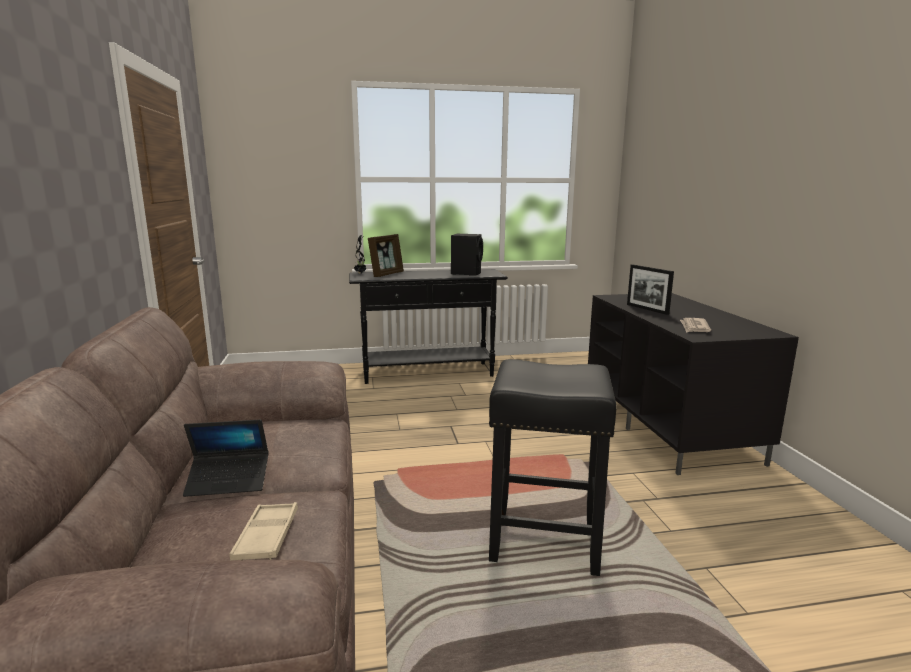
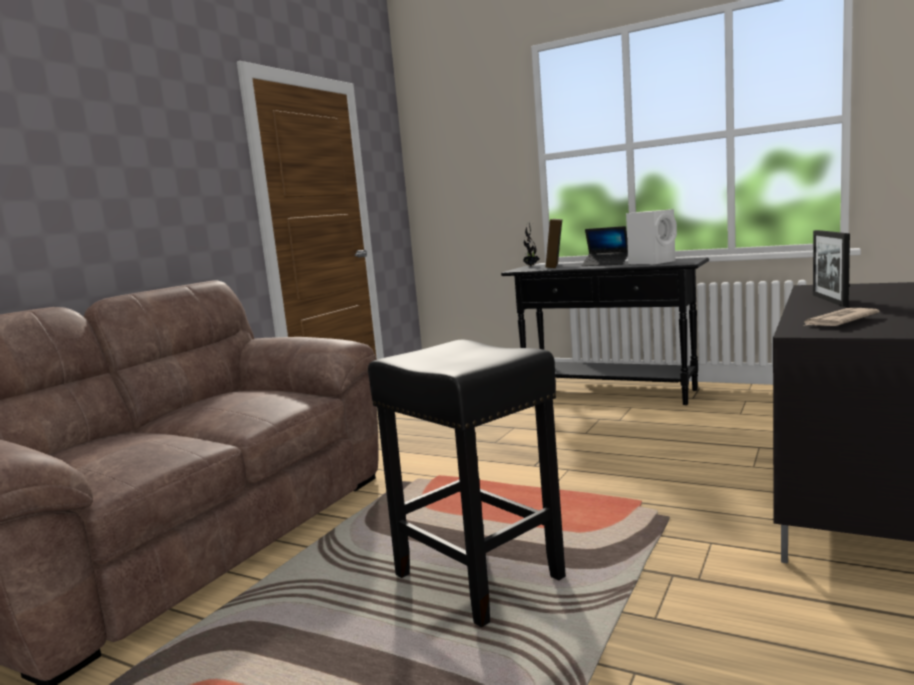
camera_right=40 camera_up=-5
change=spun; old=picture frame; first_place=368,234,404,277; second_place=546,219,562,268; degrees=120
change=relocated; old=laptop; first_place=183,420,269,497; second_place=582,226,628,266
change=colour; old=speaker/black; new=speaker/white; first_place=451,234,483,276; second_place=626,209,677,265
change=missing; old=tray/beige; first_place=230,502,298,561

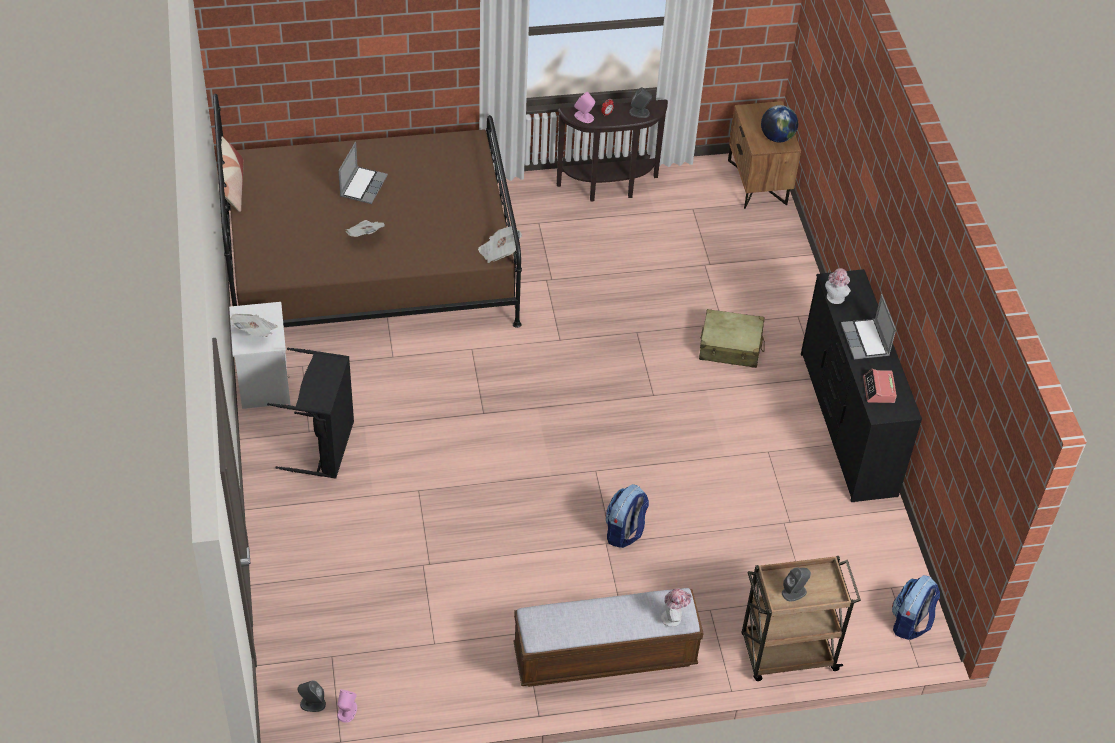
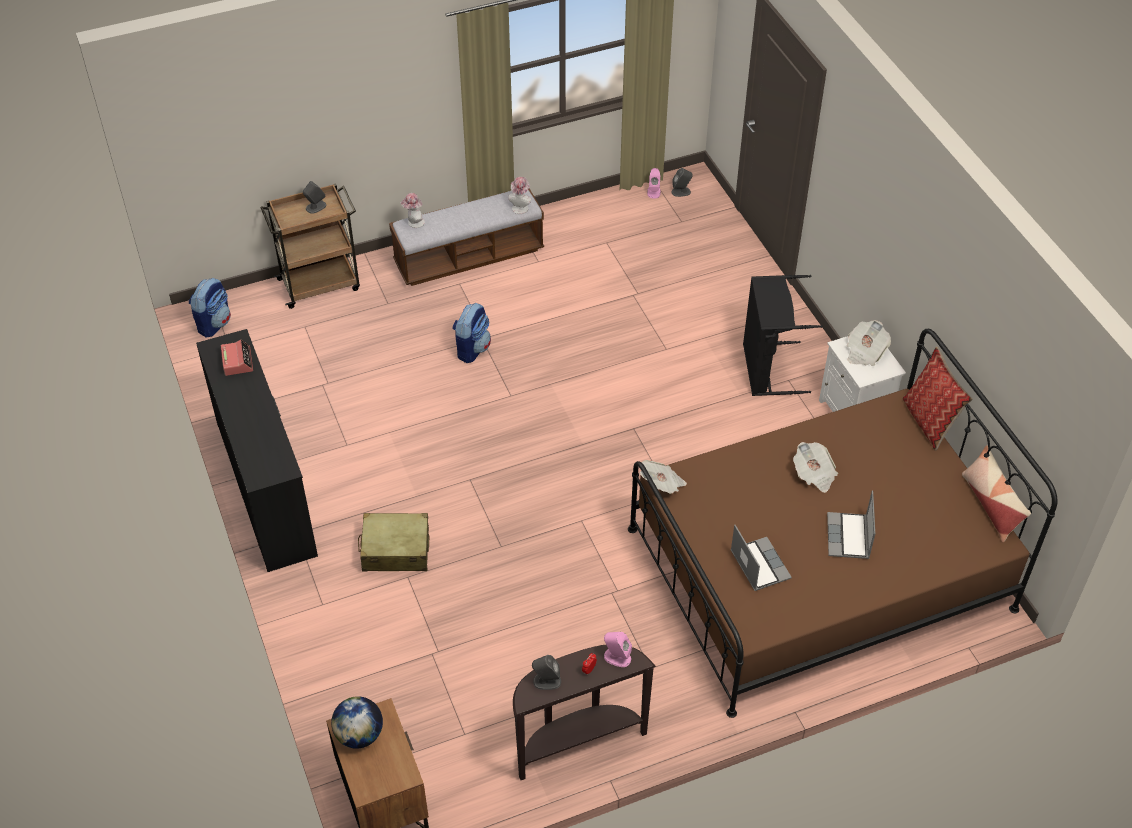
camera_right=170 camera_up=0
change=relocated; old=hat; first_place=825,268,851,304; second_place=508,177,532,214
change=relocated; old=laptop; first_place=841,294,896,359; second_place=731,525,792,591
change=appeared; new=pillow; second_place=902,347,973,451

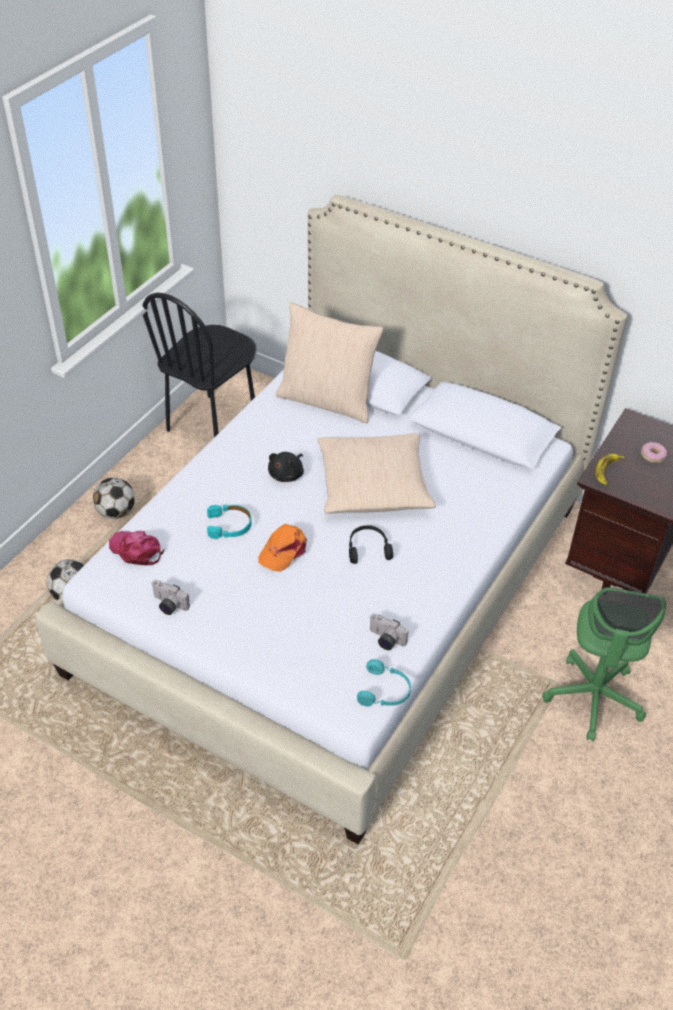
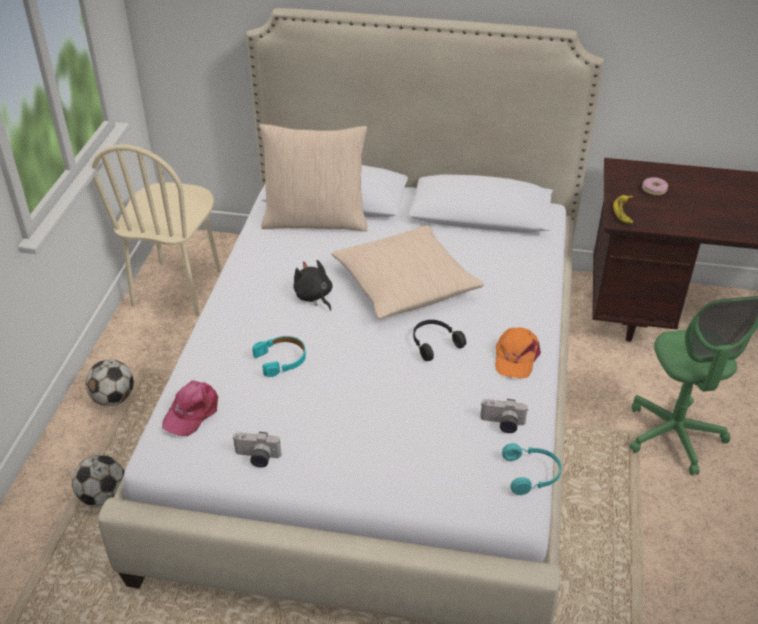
camera_right=-20 camera_up=-5
change=colour; old=chair/black; new=chair/beige; first_place=142,293,257,437; second_place=92,144,221,316
change=spun; old=cap/pink; first_place=109,531,165,565; second_place=162,380,218,436; degrees=-75
change=spun; old=plush toy/black; first_place=268,452,304,482; second_place=293,260,332,311; degrees=135
change=relocated; old=cap/orange; first_place=258,524,307,572; second_place=495,328,541,378

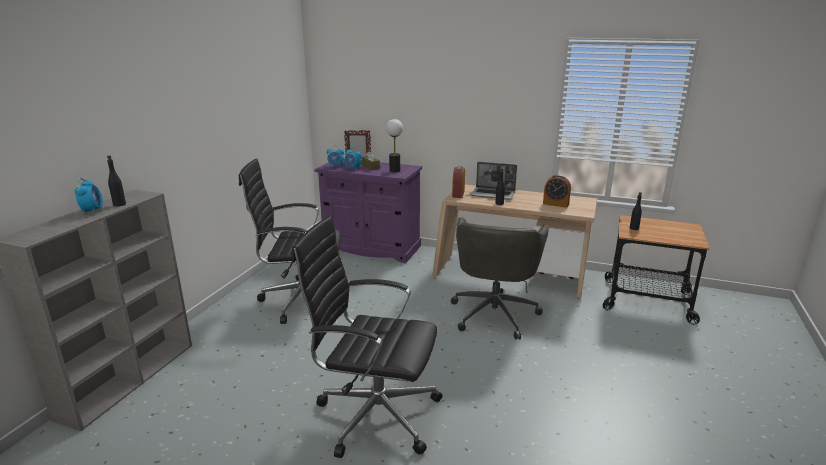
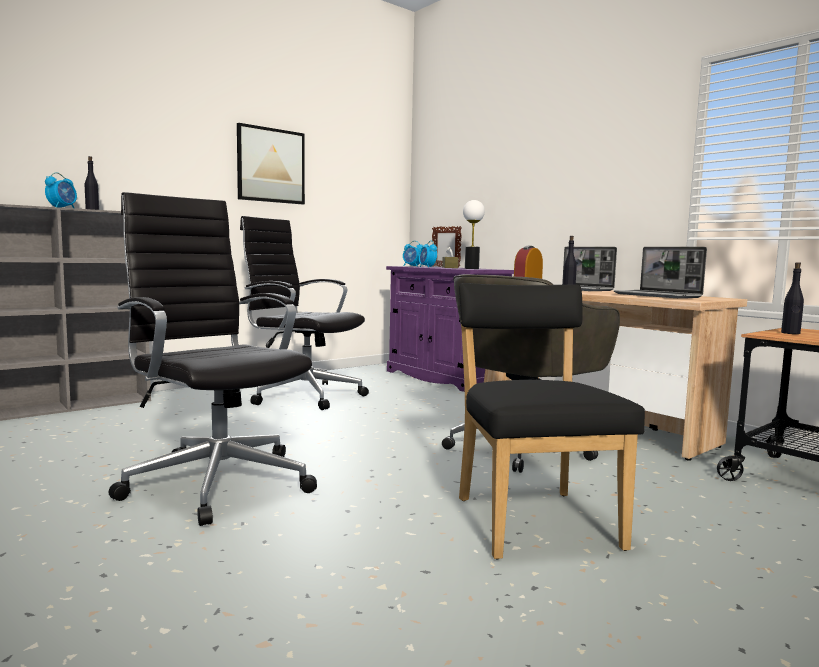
camera_right=30 camera_up=-15
change=appeared; new=picture; second_place=237,123,305,204
change=appeared; new=chair/black; second_place=459,283,645,560
change=exchanged; old=alarm clock; new=laptop; first_place=543,174,571,207; second_place=614,247,707,298

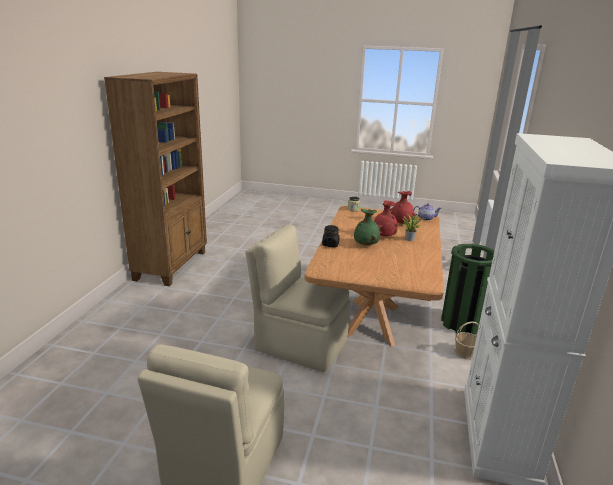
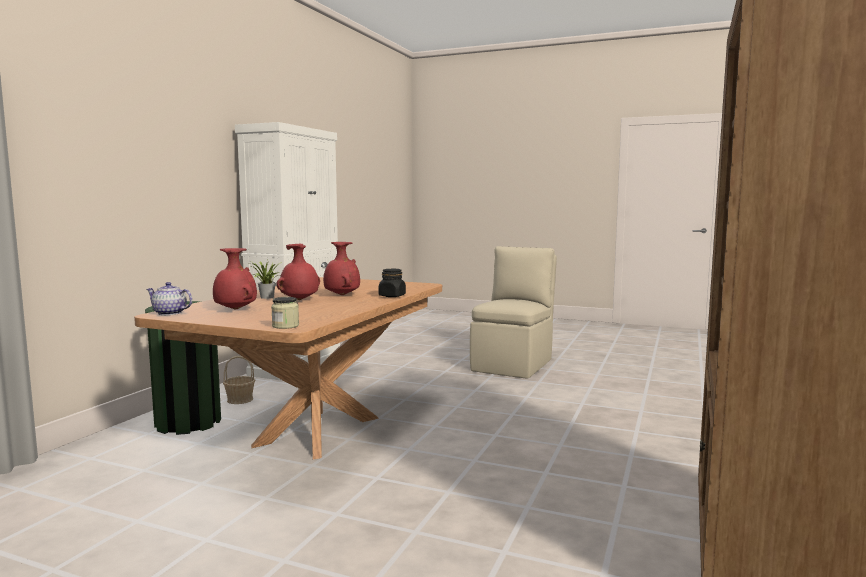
camera_right=-170 camera_up=-15
change=colour; old=vase/green; new=vase/red; first_place=354,209,380,245; second_place=323,242,360,295
change=missing; old=chair/beige; first_place=245,225,350,372

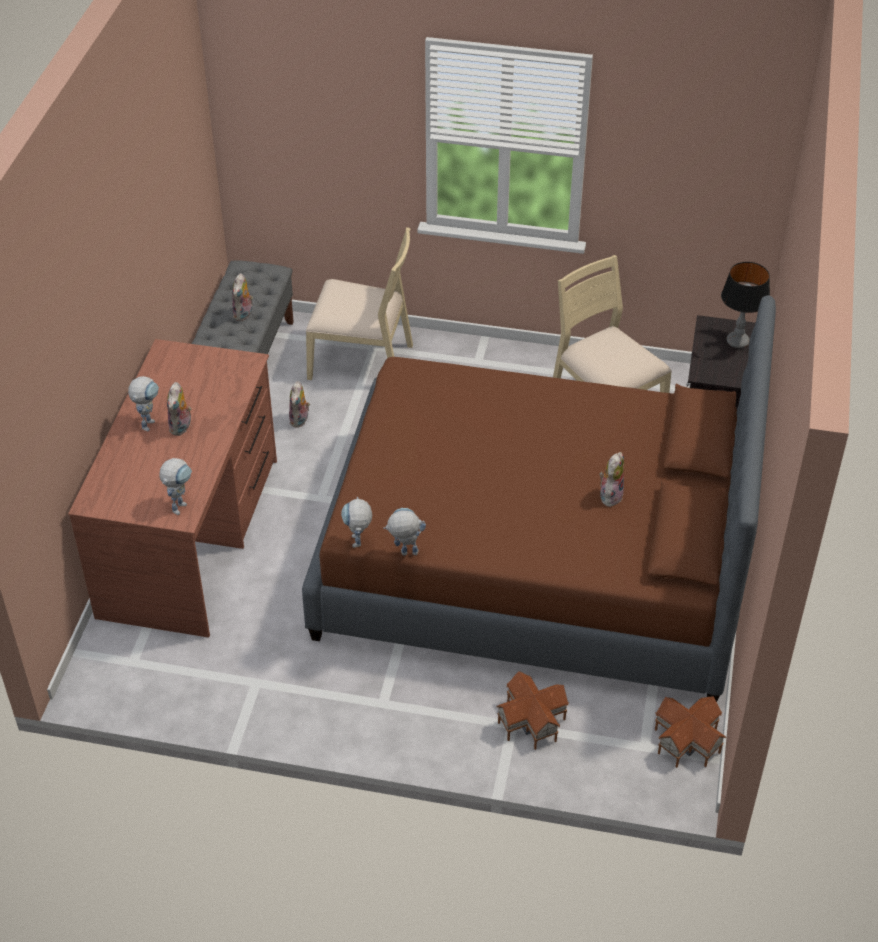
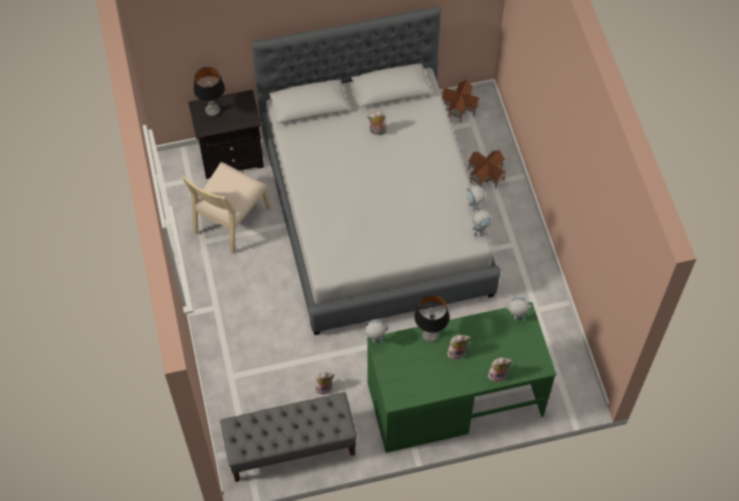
camera_right=-115 camera_up=15
change=colour; old=bed/brown; new=bed/grey; first_place=302,295,776,702; second_place=252,6,501,335
change=relocated; old=toy robot; first_place=128,376,159,432; second_place=362,320,389,343
change=colour; old=desk/brown; new=desk/green; first_place=68,339,277,638; second_place=367,302,557,453
change=appeared; new=table lamp; second_place=414,295,450,342
change=relocated; old=plush toy; first_place=232,273,253,321; second_place=488,358,513,382
change=missing; old=chair/beige; first_place=306,227,413,380

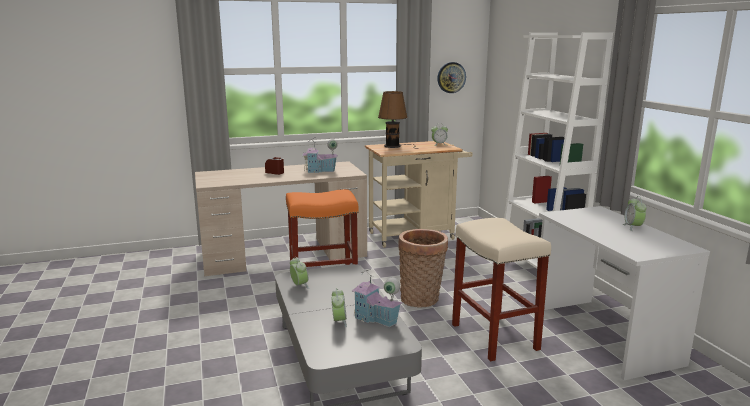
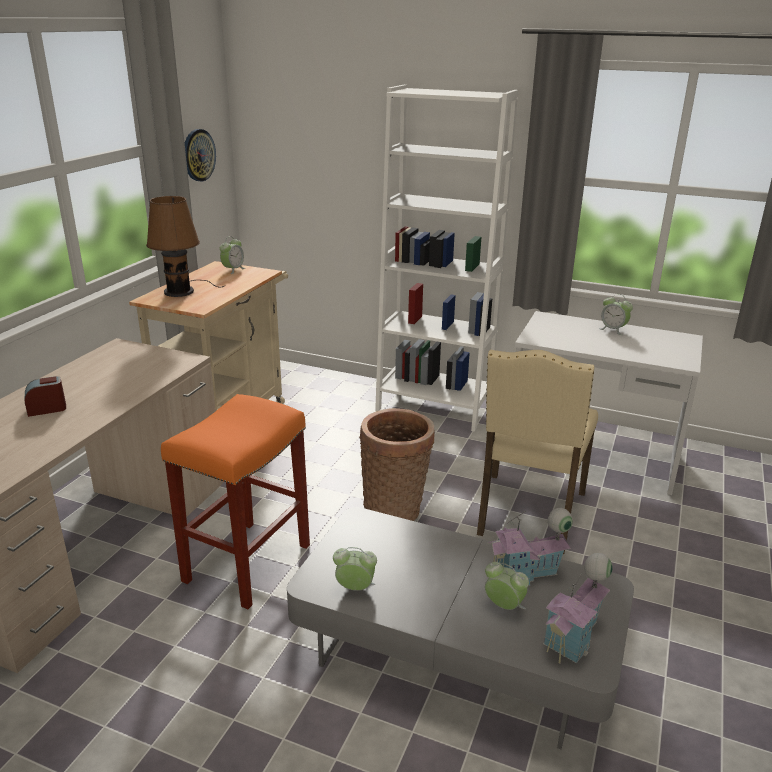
camera_right=-50 camera_up=10
change=exchanged; old=stool/beige; new=chair/beige; first_place=452,218,551,362; second_place=477,350,598,554
change=relocated; old=toy house; first_place=302,138,338,173; second_place=543,553,613,664

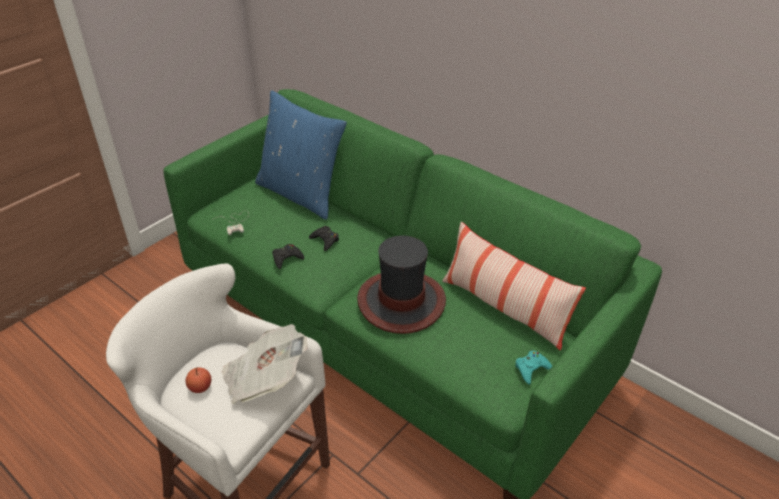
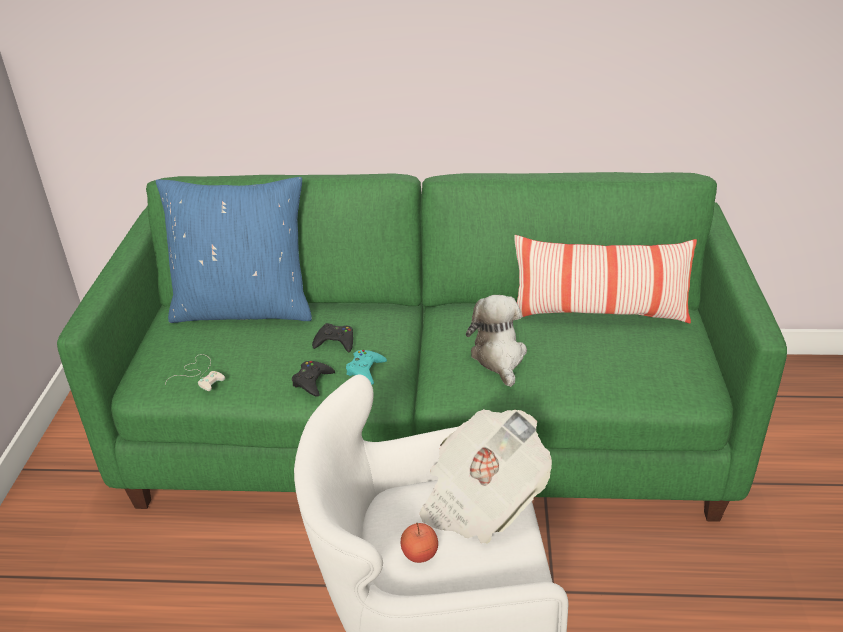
camera_right=-35 camera_up=-5
change=relocated; old=game controller/turquoise; first_place=515,351,552,384; second_place=346,350,387,385
change=exchanged; old=hat; new=plush toy; first_place=357,235,446,334; second_place=466,295,527,387

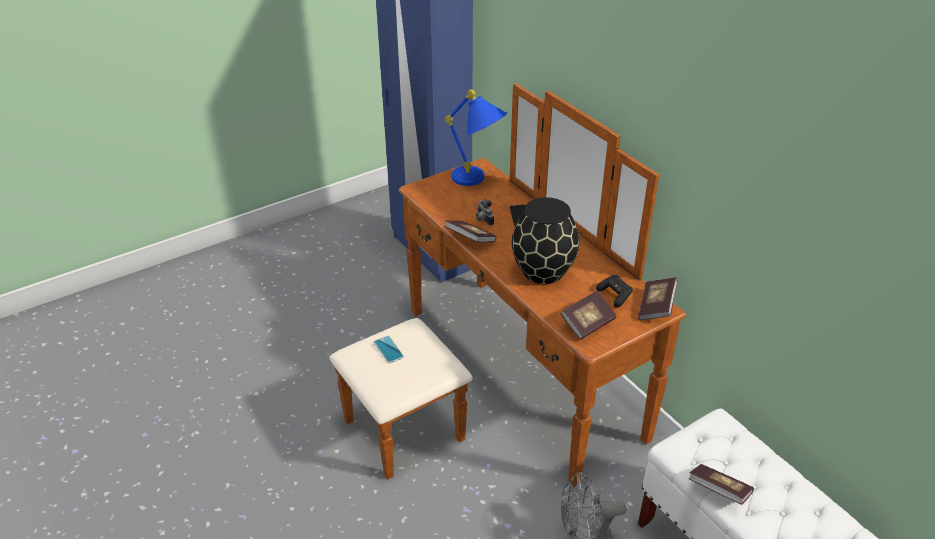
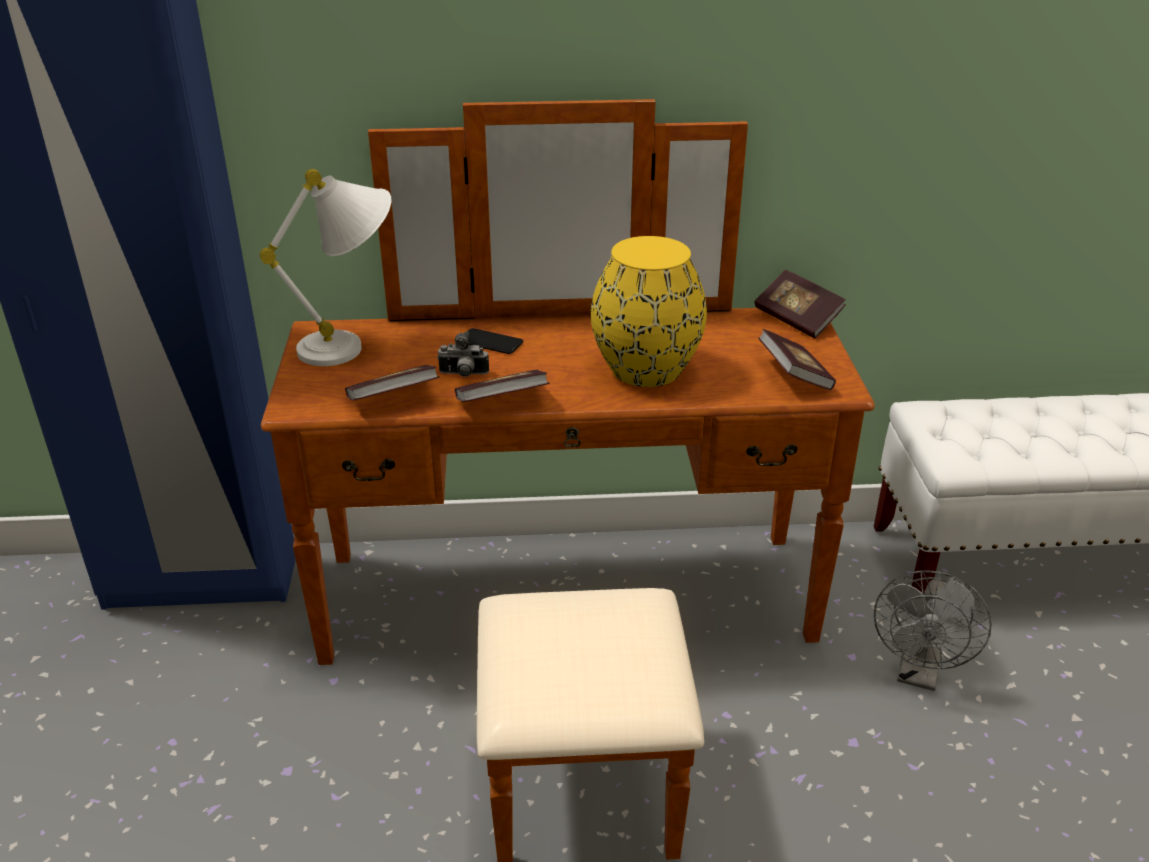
camera_right=-60 camera_up=-5
change=colour; old=table lamp/blue; new=table lamp/white; first_place=445,89,507,186; second_place=259,169,391,366
change=relocated; old=book; first_place=688,464,754,505; second_place=345,365,439,400
change=colour; old=vase/black; new=vase/yellow; first_place=512,197,579,284; second_place=591,236,707,387
change=missing; old=phone; first_place=374,336,404,363
change=missing; old=game controller/black; first_place=596,275,633,308

